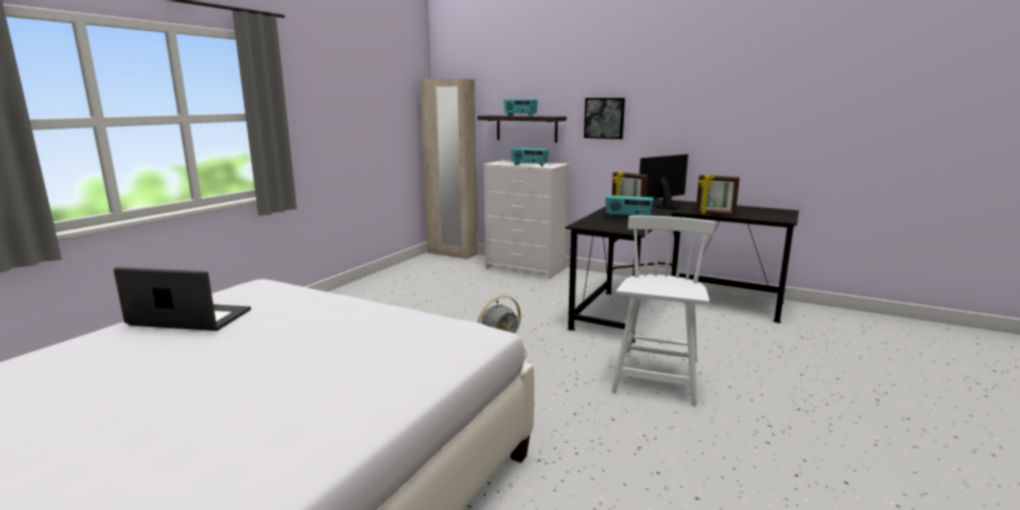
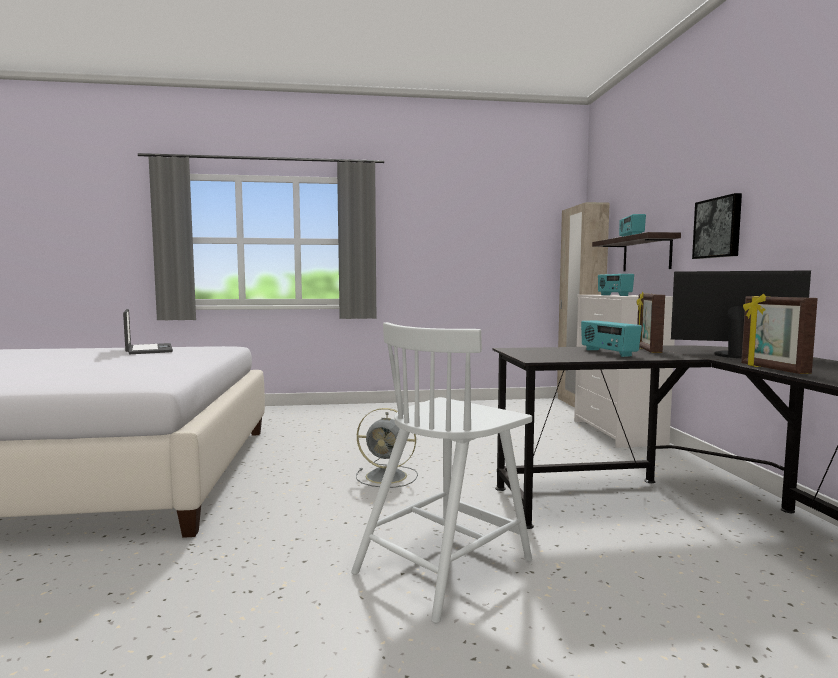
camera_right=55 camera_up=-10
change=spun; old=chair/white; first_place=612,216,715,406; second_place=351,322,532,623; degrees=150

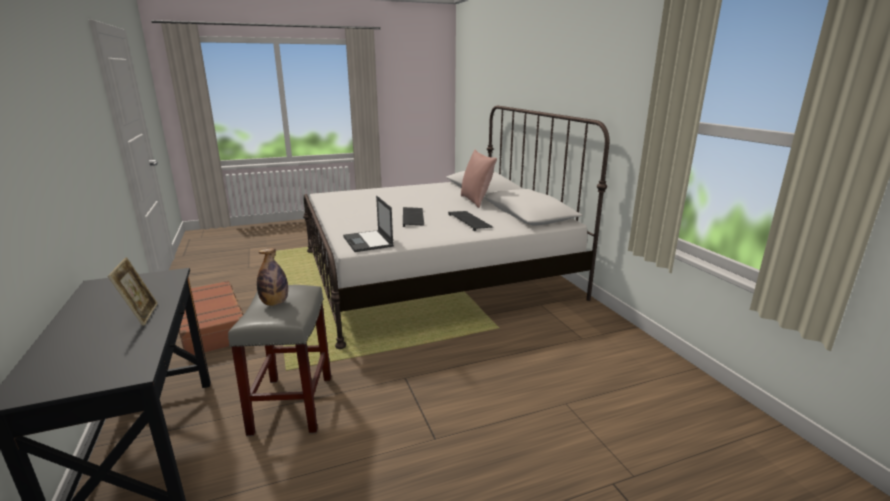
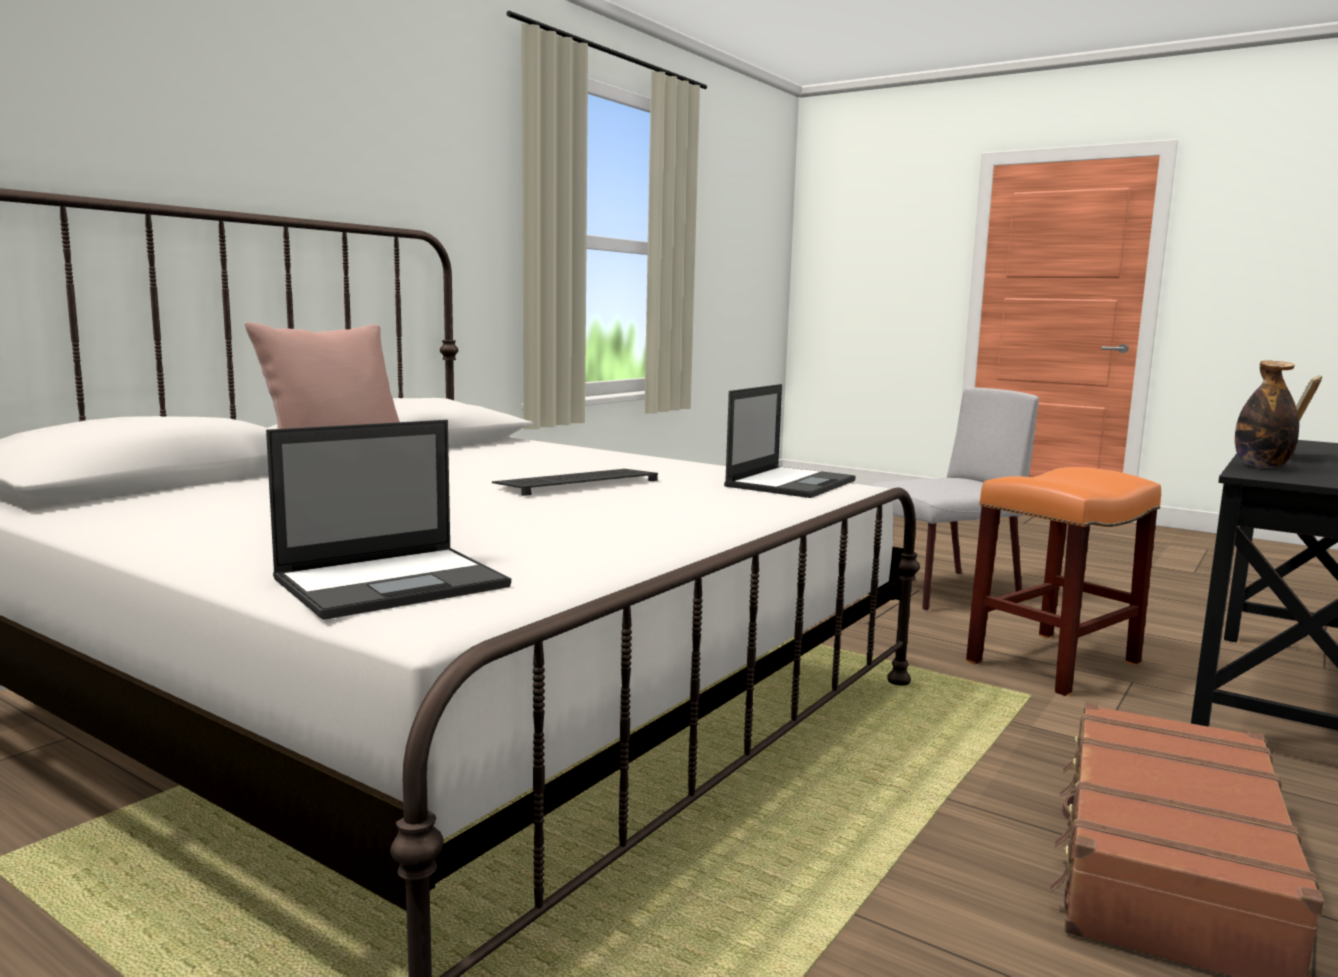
camera_right=-125 camera_up=-10
change=appeared; new=laptop; second_place=266,420,511,620
change=appeared; new=chair/grey; second_place=871,387,1039,611
change=colour; old=stool/grey; new=stool/orange; first_place=228,285,331,436; second_place=966,467,1161,696
change=relocated; old=bottle; first_place=257,248,288,306; second_place=1235,360,1299,468
change=missing; old=keyboard; first_place=448,211,493,231

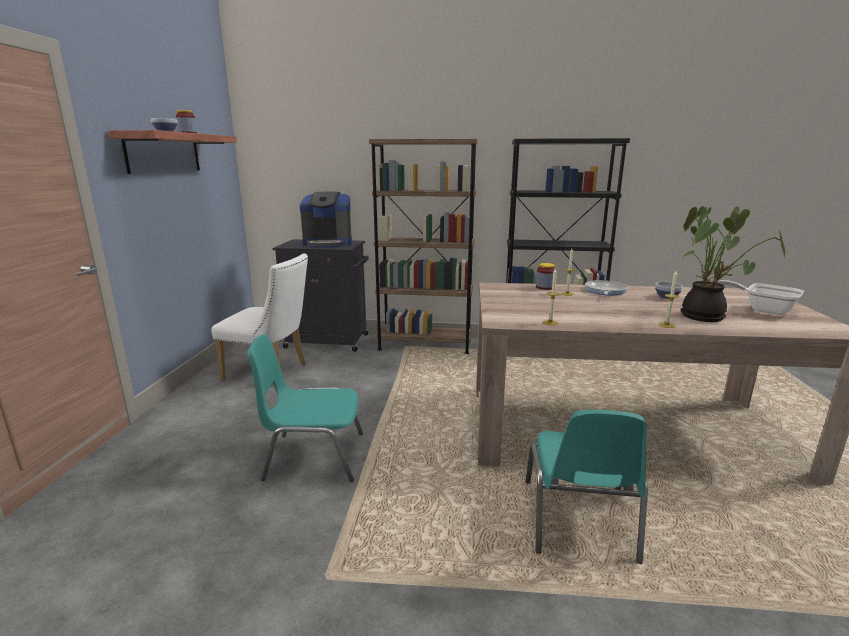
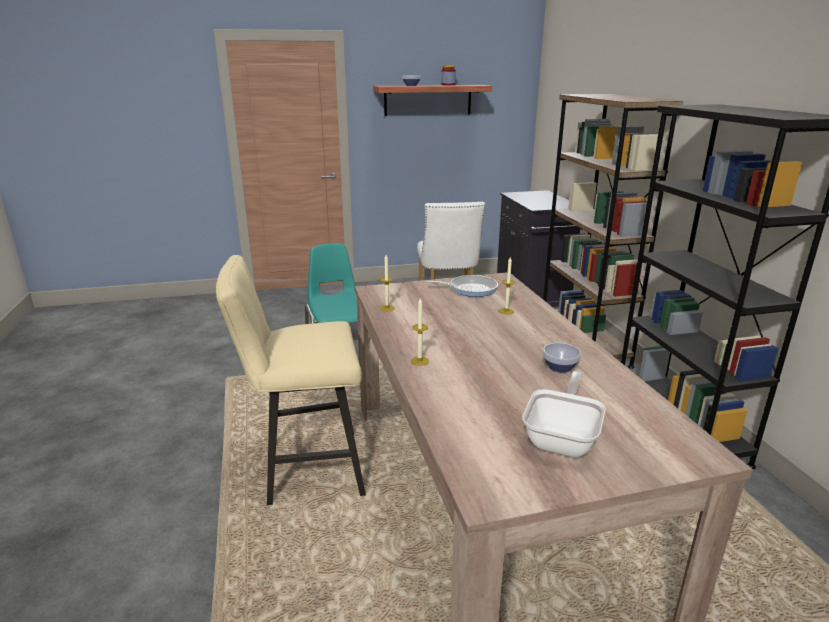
camera_right=70 camera_up=5
change=exchanged; old=chair/turquoise; new=stool/beige; first_place=526,410,648,564; second_place=216,255,366,505
change=relocated; old=frying pan; first_place=585,280,628,295; second_place=426,275,498,297
change=missing; old=coffee machine; first_place=300,192,352,248
change=missing; old=jar; first_place=536,263,555,290
change=missing; old=potted plant; first_place=681,206,785,322

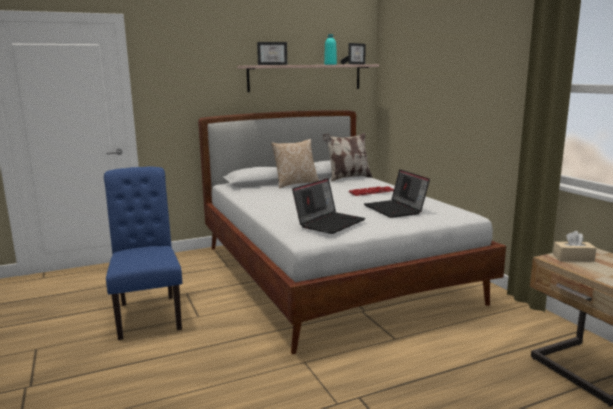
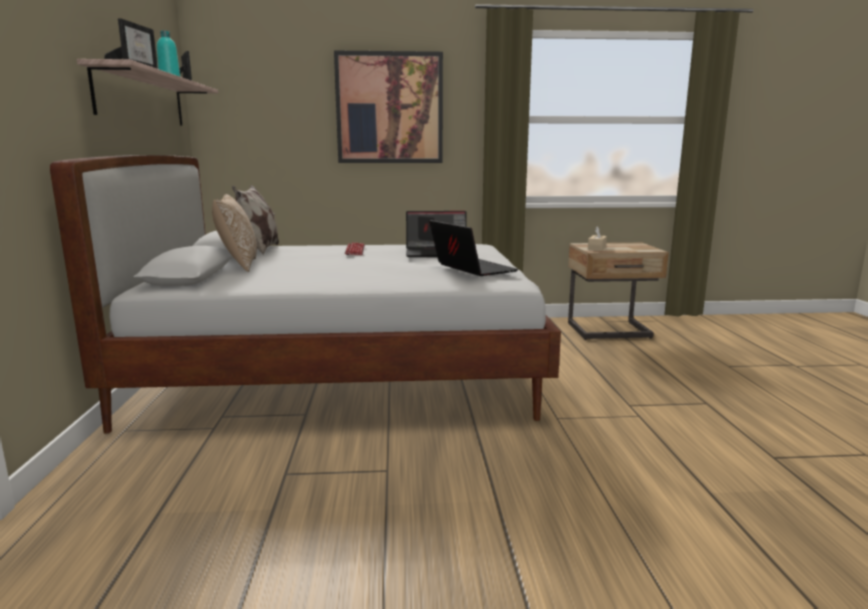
camera_right=-70 camera_up=0
change=appeared; new=picture; second_place=334,51,443,163
change=missing; old=chair/blue; first_place=104,167,183,340

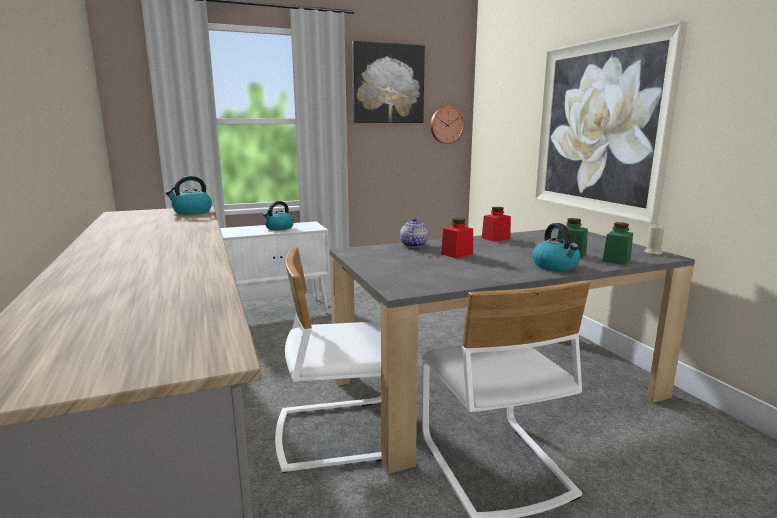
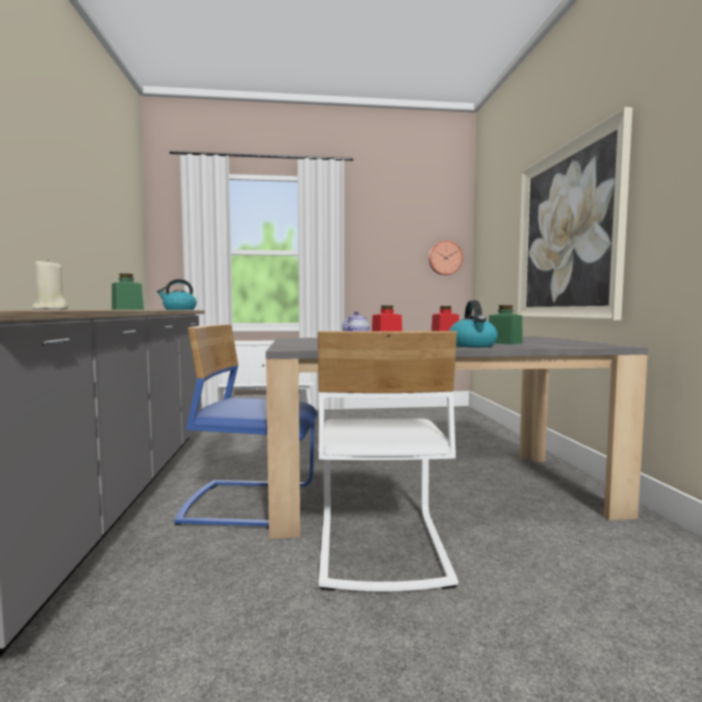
camera_right=15 camera_up=-10
change=relocated; old=candle/beige; first_place=644,225,665,255; second_place=32,259,68,309
change=relocated; old=jar/green; first_place=603,222,633,265; second_place=112,273,144,310
change=colour; old=chair/white; new=chair/blue; first_place=275,247,381,474; second_place=174,324,317,529
change=missing; old=kettle; first_place=263,201,294,230
change=missing; old=picture; first_place=352,41,425,123

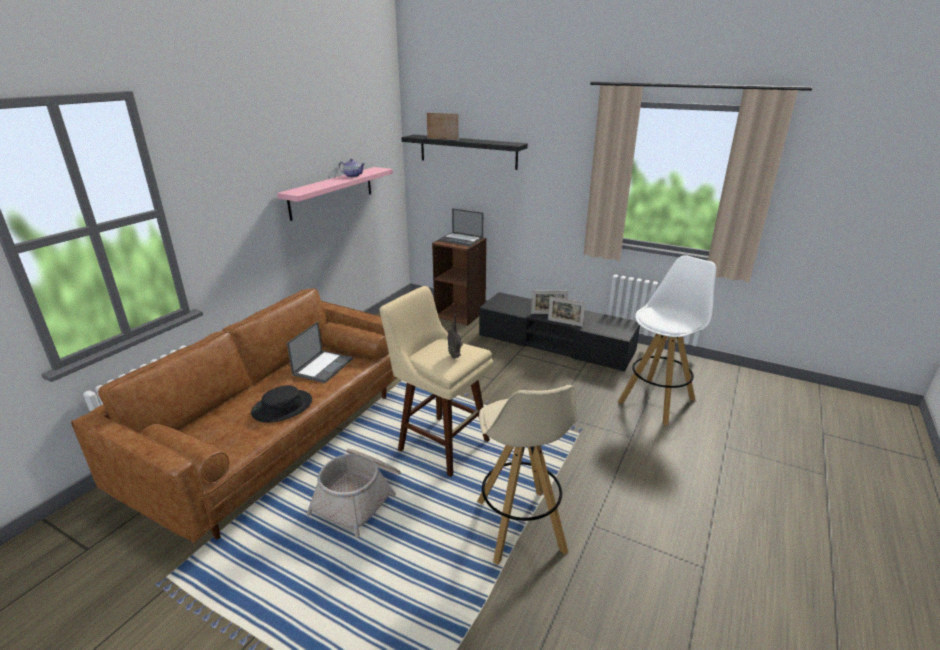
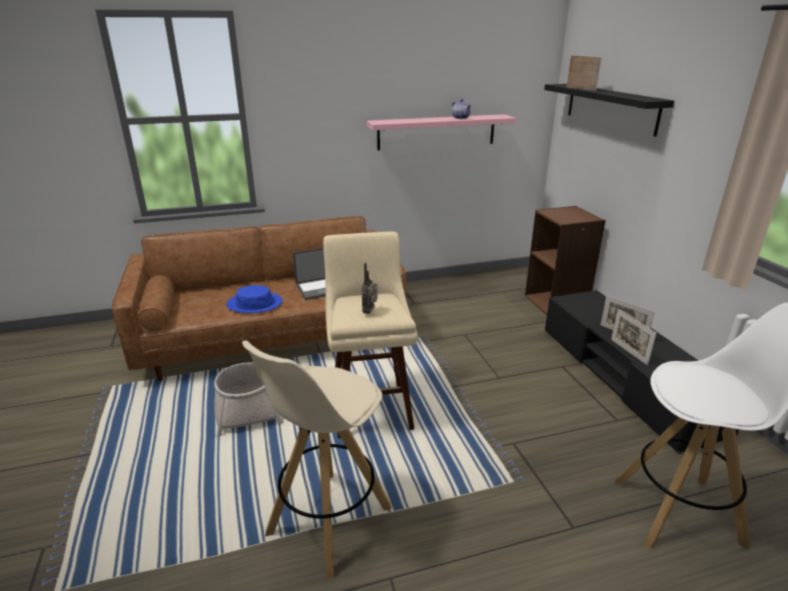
camera_right=45 camera_up=0
change=colour; old=hat/black; new=hat/blue; first_place=251,385,312,423; second_place=226,285,282,313
change=missing; old=laptop; first_place=439,208,483,246

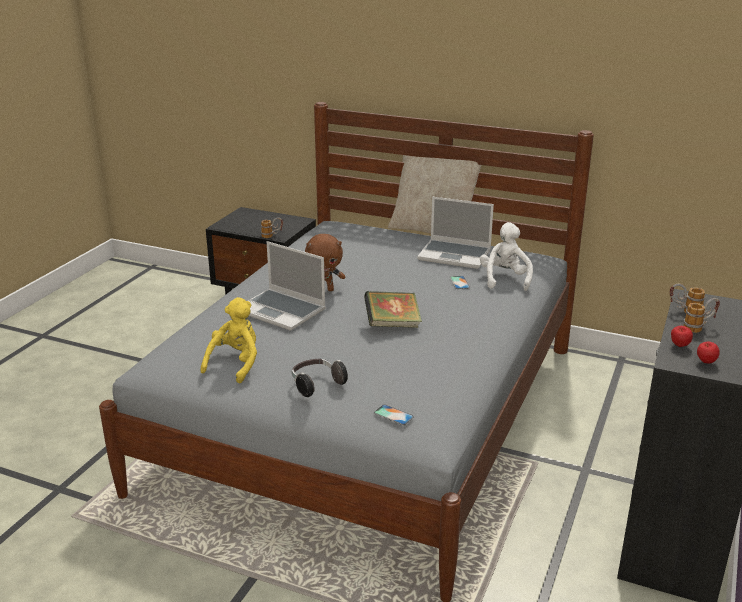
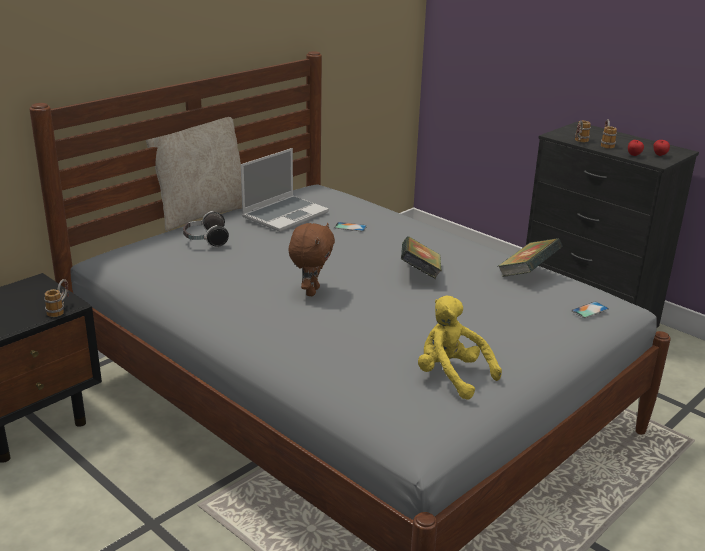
camera_right=-70 camera_up=0
change=relocated; old=headphones; first_place=292,359,348,397; second_place=183,211,229,248
change=appeared; new=book; second_place=497,238,563,277
change=missing; old=laptop; first_place=248,241,326,331
change=missing; old=plush toy/white; first_place=480,222,533,291

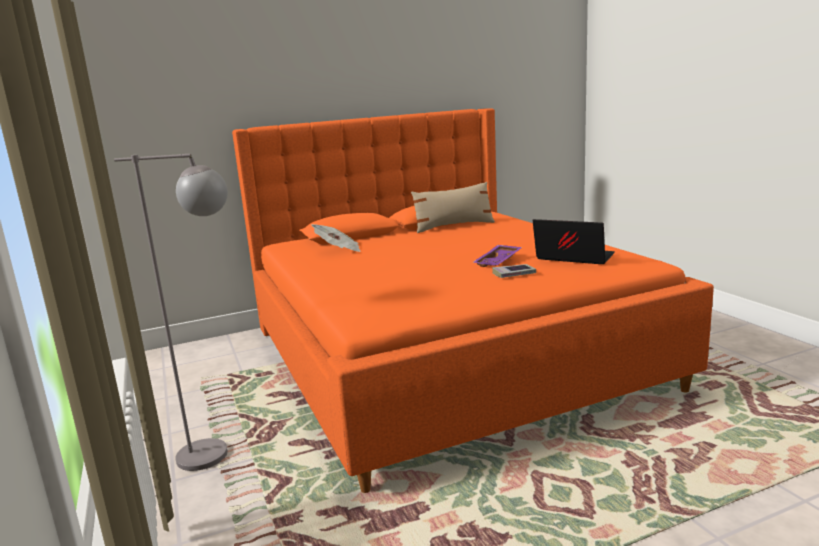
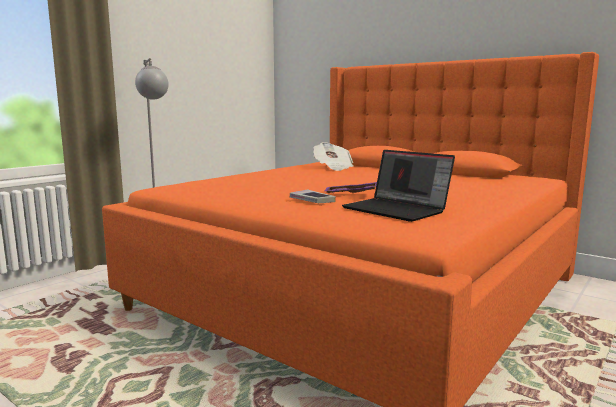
camera_right=60 camera_up=-5
change=spun; old=laptop; first_place=533,219,615,264; second_place=342,150,455,222; degrees=135
change=missing; old=pillow/beige; first_place=411,182,495,233

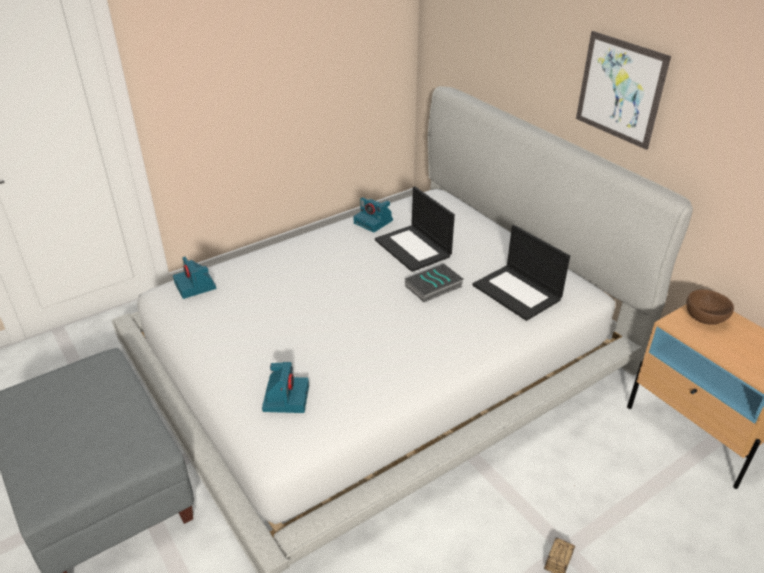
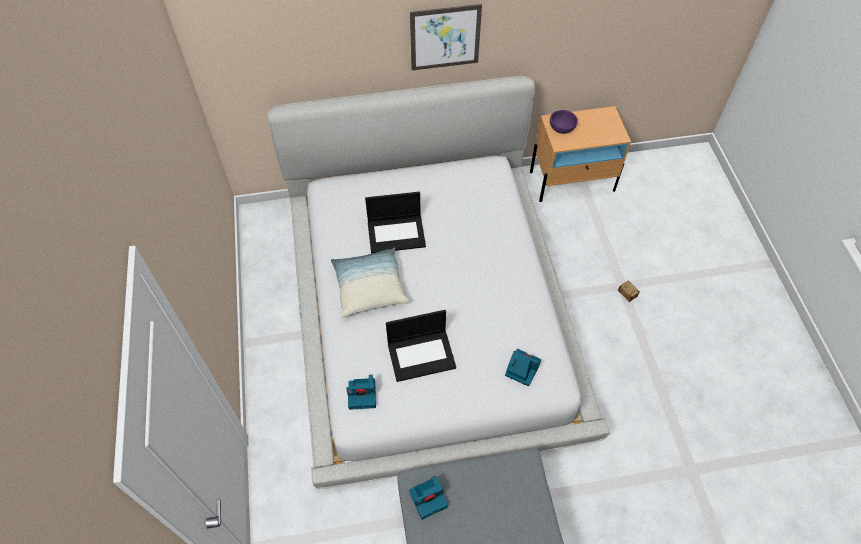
camera_right=-65 camera_up=20
change=appeared; new=pillow; second_place=331,247,409,317
change=relocated; old=laptop; first_place=473,225,570,321; second_place=386,310,456,382
change=relocated; old=photo camera; first_place=353,197,393,232; second_place=409,476,448,520
change=colour; old=bowl/brown; new=bowl/purple; first_place=686,289,734,325; second_place=550,110,578,134
change=missing; old=book; first_place=405,264,463,302

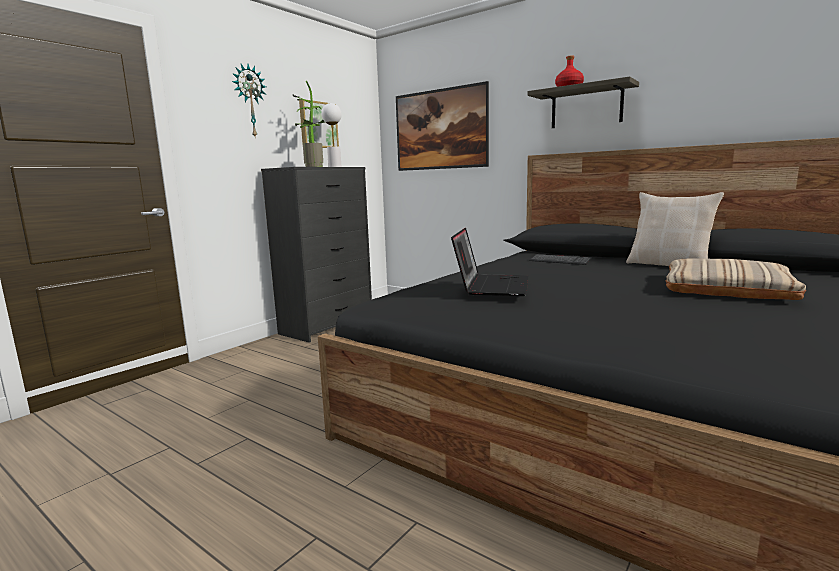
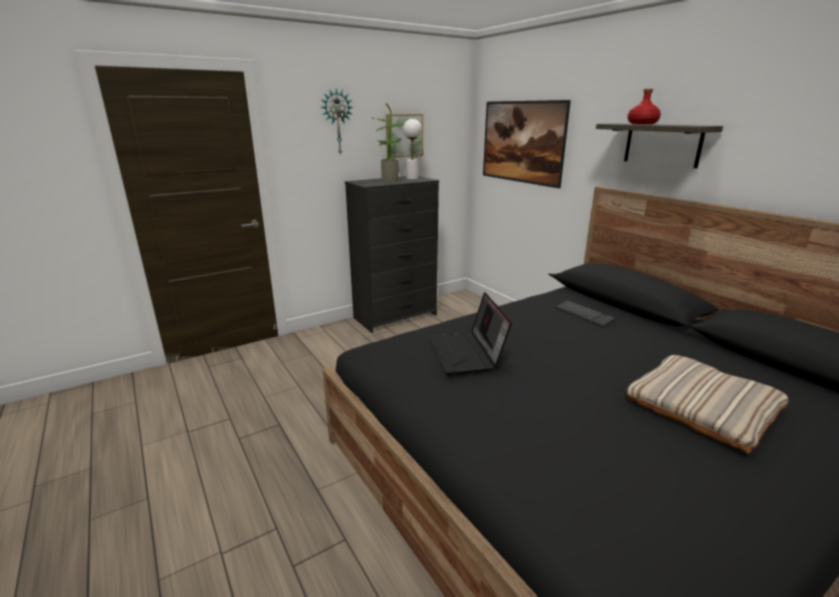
camera_right=20 camera_up=10
change=spun; old=laptop; first_place=451,227,528,296; second_place=429,292,512,374; degrees=135
change=missing; old=pillow/beige; first_place=626,192,724,266

